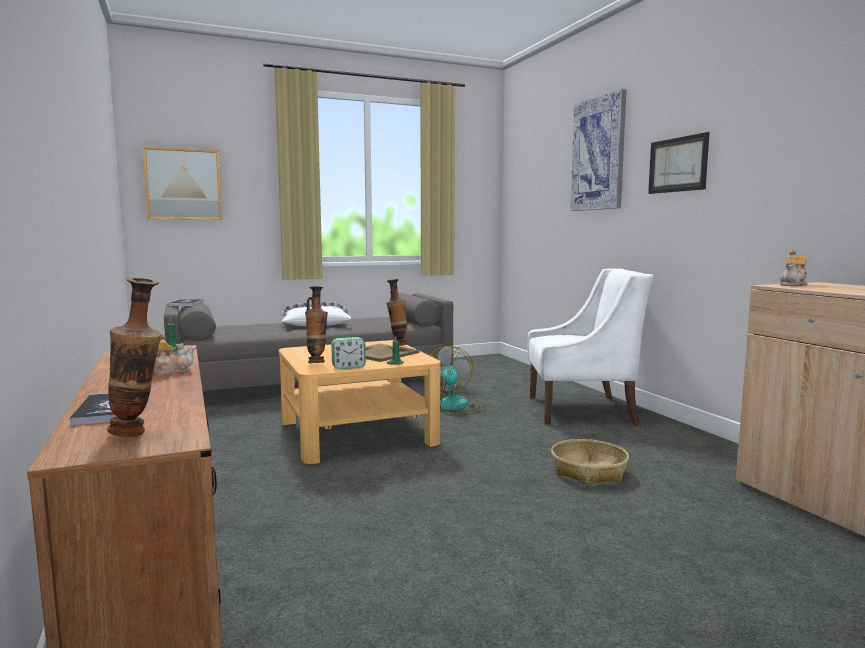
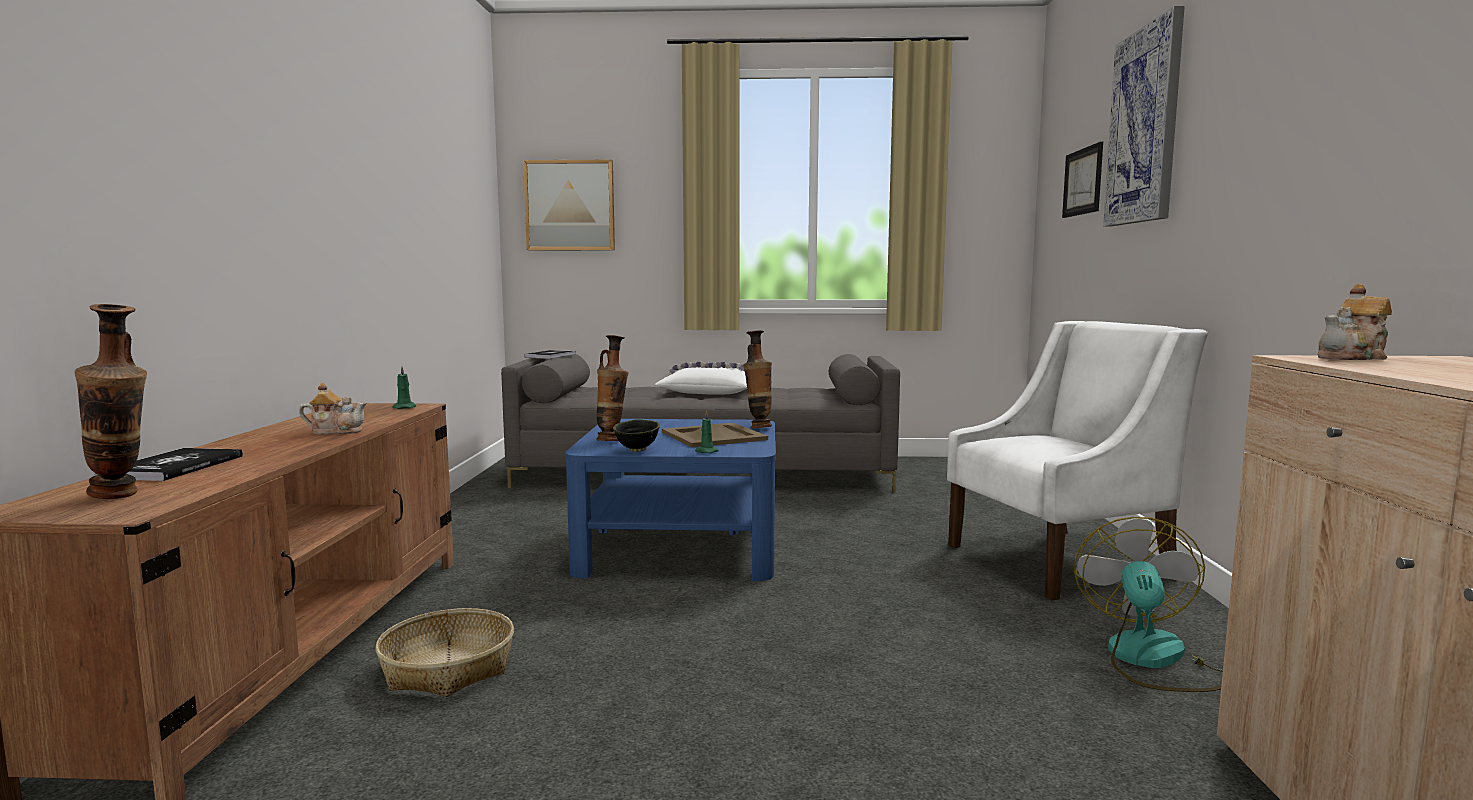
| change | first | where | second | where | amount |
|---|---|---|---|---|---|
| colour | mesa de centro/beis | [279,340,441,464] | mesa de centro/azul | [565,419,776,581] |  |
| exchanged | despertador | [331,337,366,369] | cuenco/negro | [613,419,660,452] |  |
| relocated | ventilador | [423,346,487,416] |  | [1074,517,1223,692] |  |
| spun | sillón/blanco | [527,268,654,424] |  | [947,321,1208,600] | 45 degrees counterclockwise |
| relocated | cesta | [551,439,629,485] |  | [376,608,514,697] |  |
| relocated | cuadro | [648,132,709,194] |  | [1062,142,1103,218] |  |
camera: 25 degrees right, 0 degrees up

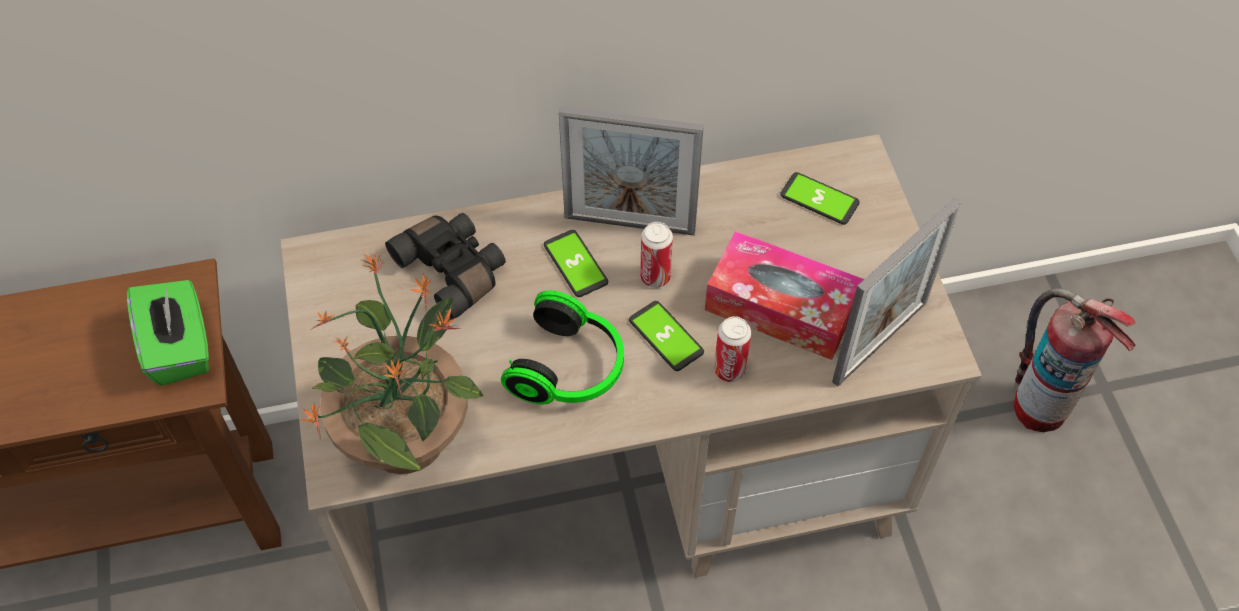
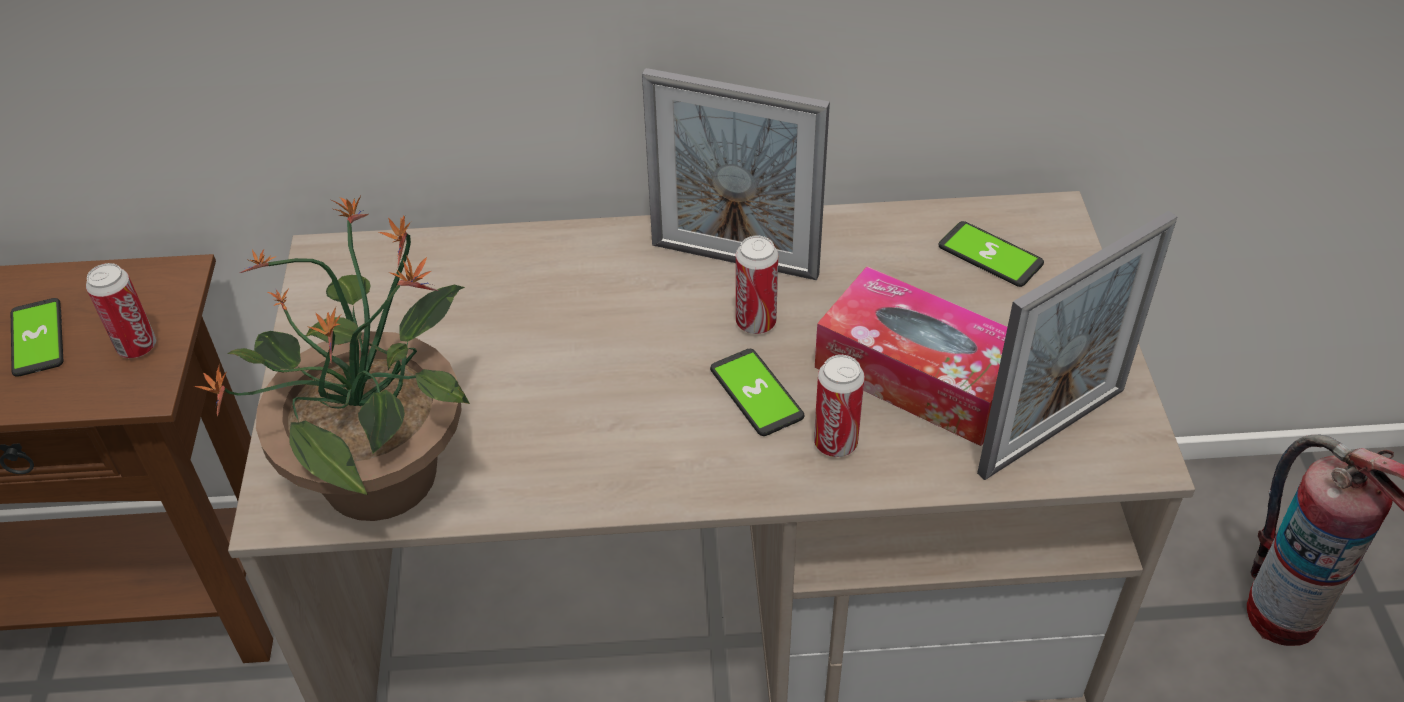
| change | first | where | second | where | amount |
|---|---|---|---|---|---|
| exchanged | caja de pañuelos/verde | [127,280,209,386] | lata | [86,263,156,358] |  |
| missing | prismáticos/negro | [385,213,506,320] |  |  |  |
| missing | auriculares | [501,291,624,404] |  |  |  |
| relocated | móvil | [544,230,608,297] |  | [11,298,63,377] |  |
camera: 10 degrees right, 10 degrees down

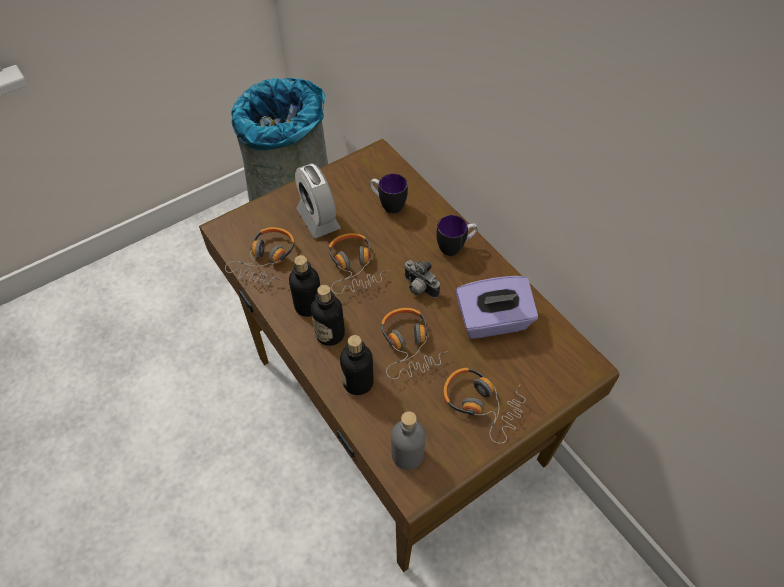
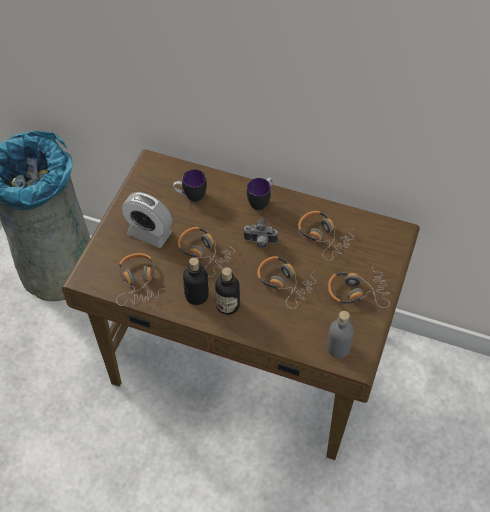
| change | first | where | second | where | amount |
|---|---|---|---|---|---|
| missing | botella | [340,335,374,395] |  |  |  |
| exchanged | caja de pañuelos/morado | [456,276,538,339] | auriculares | [298,211,354,261] |  |
camera: 35 degrees left, 0 degrees up

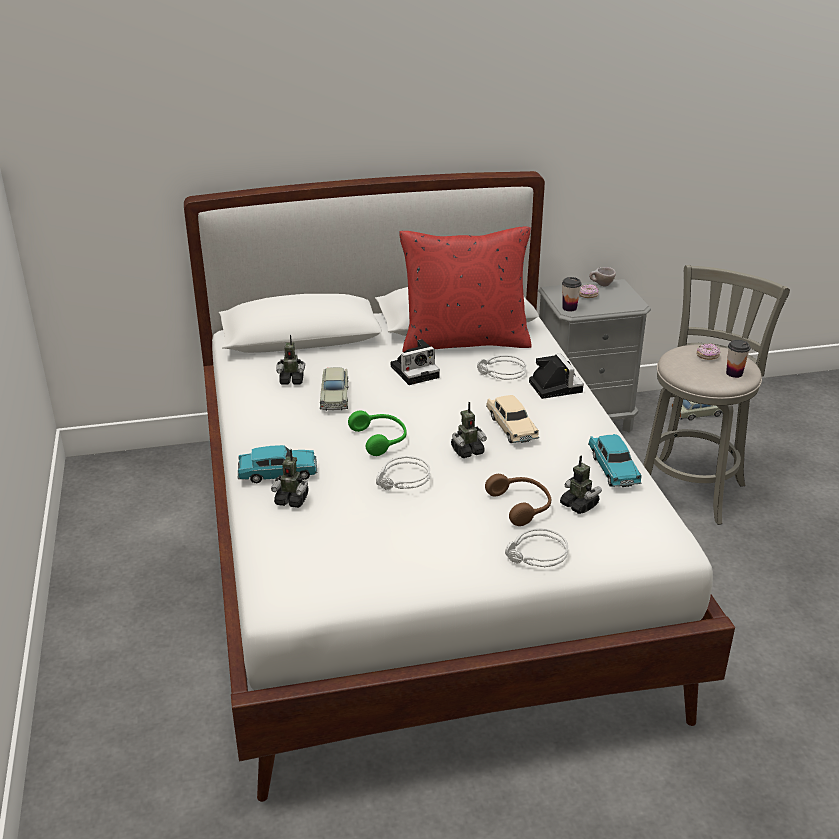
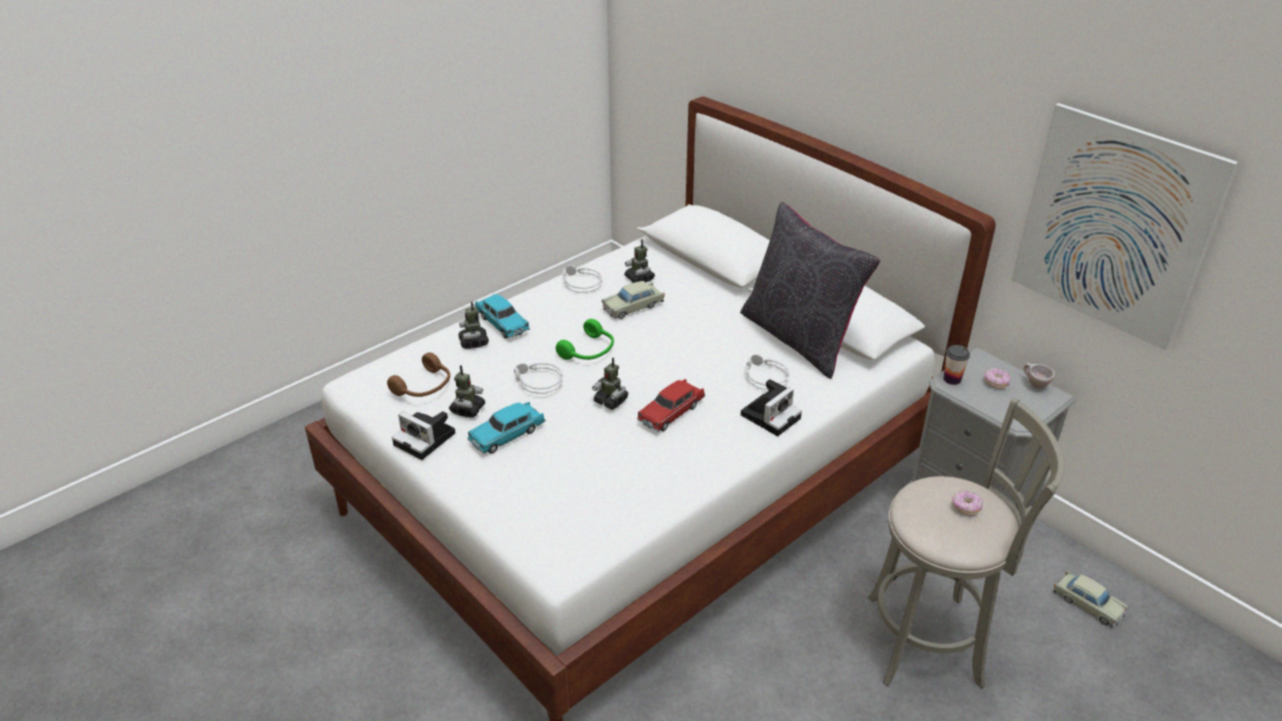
| change | first | where | second | where | amount |
|---|---|---|---|---|---|
| relocated | cámara | [391,339,440,385] |  | [392,411,455,460] |  |
| colour | cojín/rojo | [399,227,532,352] | cojín/negro | [740,202,880,379] |  |
| relocated | auriculares/marrón | [485,474,551,526] |  | [387,352,450,397] |  |
| colour | coche de juguete/beis | [486,395,539,443] | coche de juguete/rojo | [637,379,705,431] |  |
| relocated | auriculares/gris | [505,528,568,567] |  | [562,265,602,293] |  |
| relocated | robot de juguete | [560,455,602,514] |  | [449,365,485,417] |  |
| relocated | coche de juguete/turquesa | [588,434,642,487] |  | [467,402,546,454] |  |
| missing | taza | [726,340,750,378] |  |  |  |
| appeared |  |  | cuadro | [1011,103,1238,350] |  |
camera: 60 degrees right, 5 degrees up

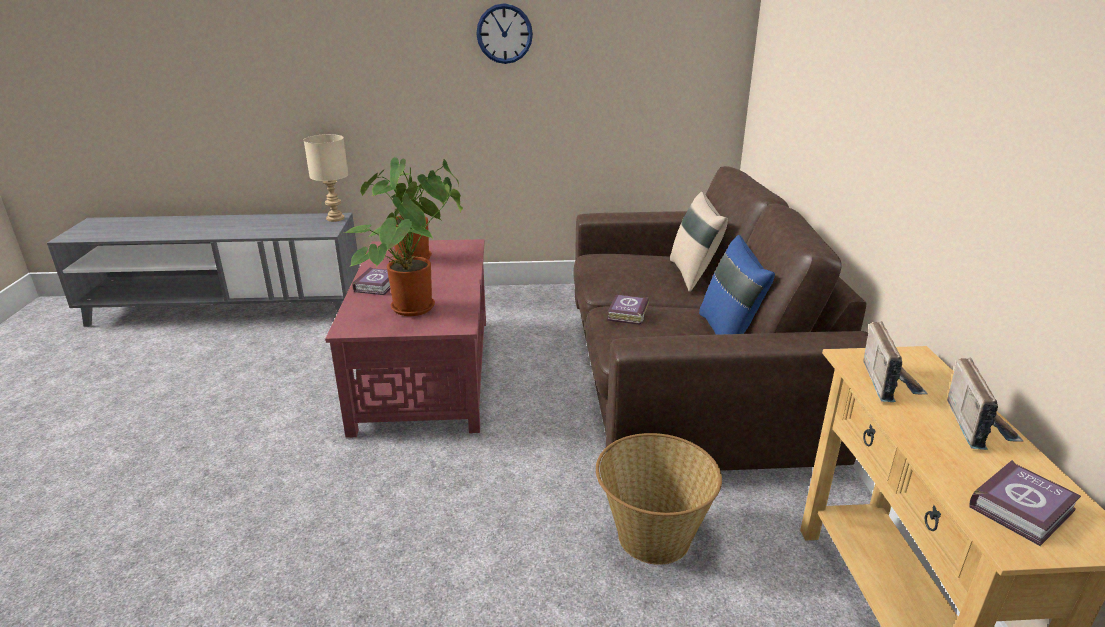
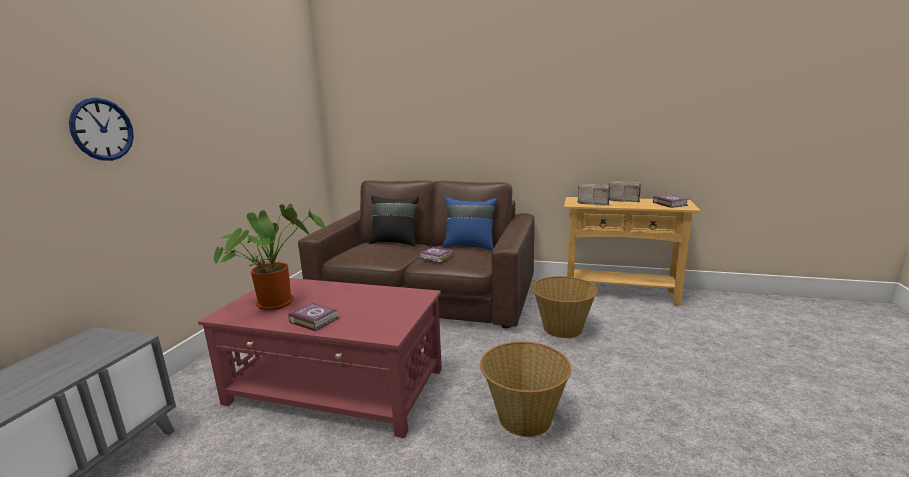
| change | first | where | second | where | amount |
|---|---|---|---|---|---|
| missing | lámpara de mesa/beis | [304,134,349,222] |  |  |  |
| missing | planta en maceta | [343,181,463,316] |  |  |  |
| relocated | reloj de pared | [476,3,533,64] |  | [69,98,134,161] |  |
| colour | cojín/beis | [670,192,728,292] | cojín/negro | [369,196,419,246] |  |
| appeared |  |  | cesta | [480,341,571,437] |  |
camera: 70 degrees left, 10 degrees down

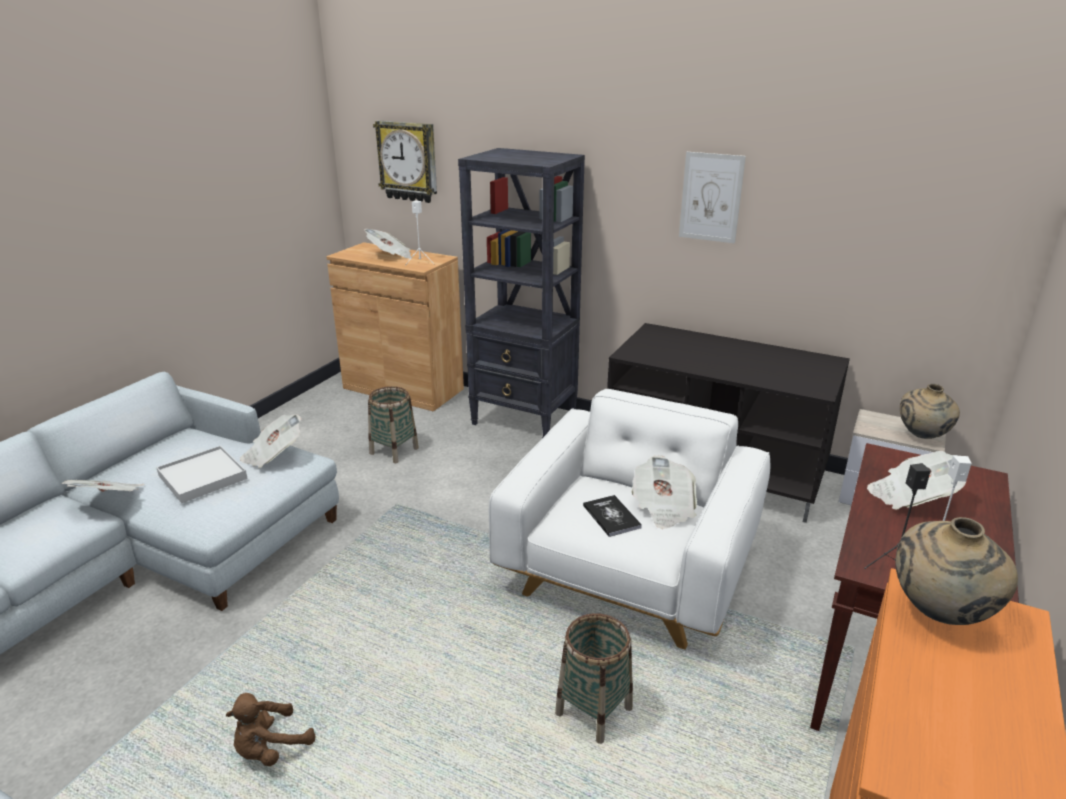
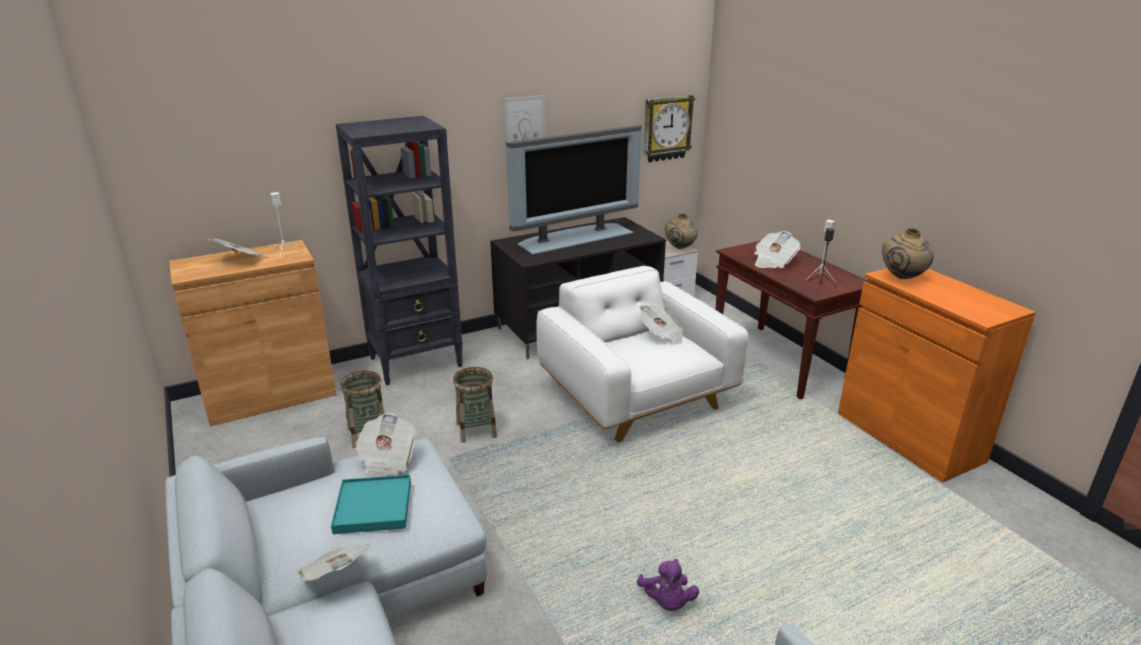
| change | first | where | second | where | amount |
|---|---|---|---|---|---|
| colour | bandeja/blanco | [156,446,248,503] | bandeja/turquesa | [331,475,411,534] |  |
| colour | peluche/marrón | [226,693,316,766] | peluche/morado | [637,559,699,611] |  |
| relocated | reloj de pared | [373,121,437,203] |  | [643,95,695,162] |  |
| relocated | cesta | [555,613,633,744] |  | [453,367,497,443] |  |
| missing | libro | [583,495,642,537] |  |  |  |
| appeared |  |  | televisor | [506,125,642,255] |  |
camera: 55 degrees left, 0 degrees up

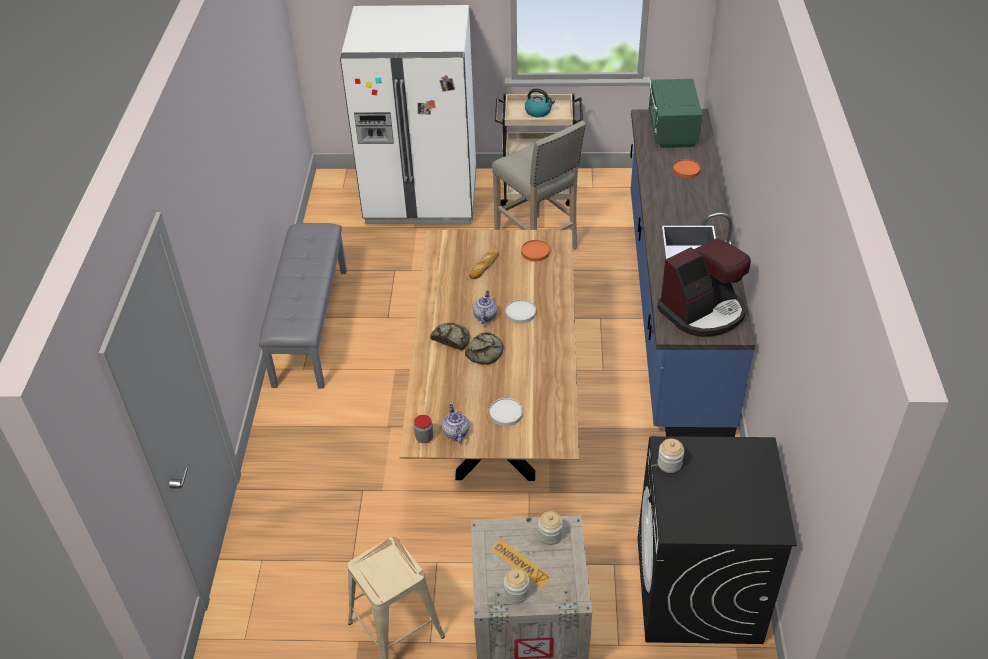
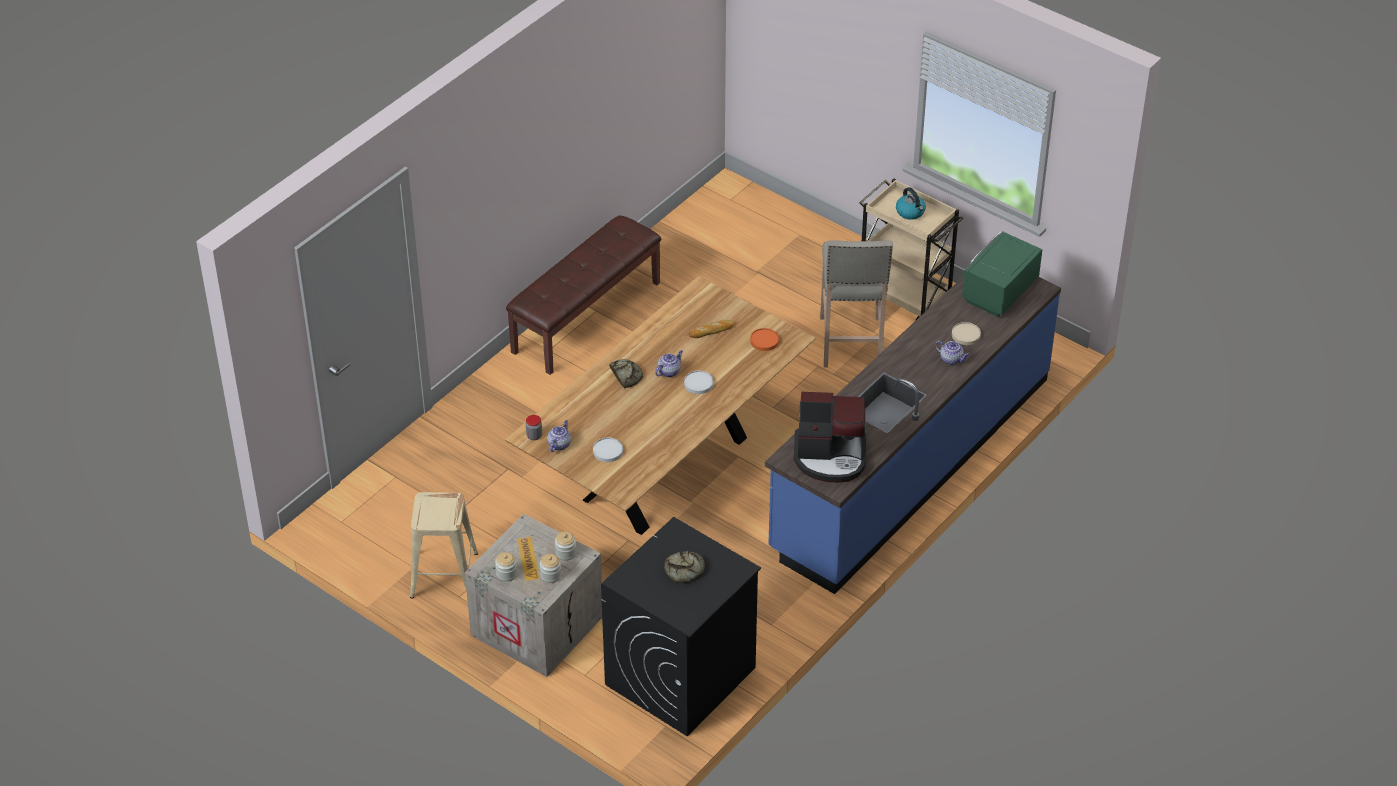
| change | first | where | second | where | amount |
|---|---|---|---|---|---|
| colour | banco/gris | [259,223,347,389] | banco/marrón | [506,215,661,375] |  |
| missing | nevera/blanco | [340,5,476,224] |  |  |  |
| relocated | pan | [465,332,504,365] |  | [664,551,705,583] |  |
| relocated | tarro | [658,439,684,473] |  | [540,554,561,583] |  |
| colour | plato/naranja | [673,159,701,178] | plato/beis | [952,322,981,345] |  |
| appeared |  |  | tetera | [935,341,970,365] |  |
camera: 35 degrees right, 0 degrees up

